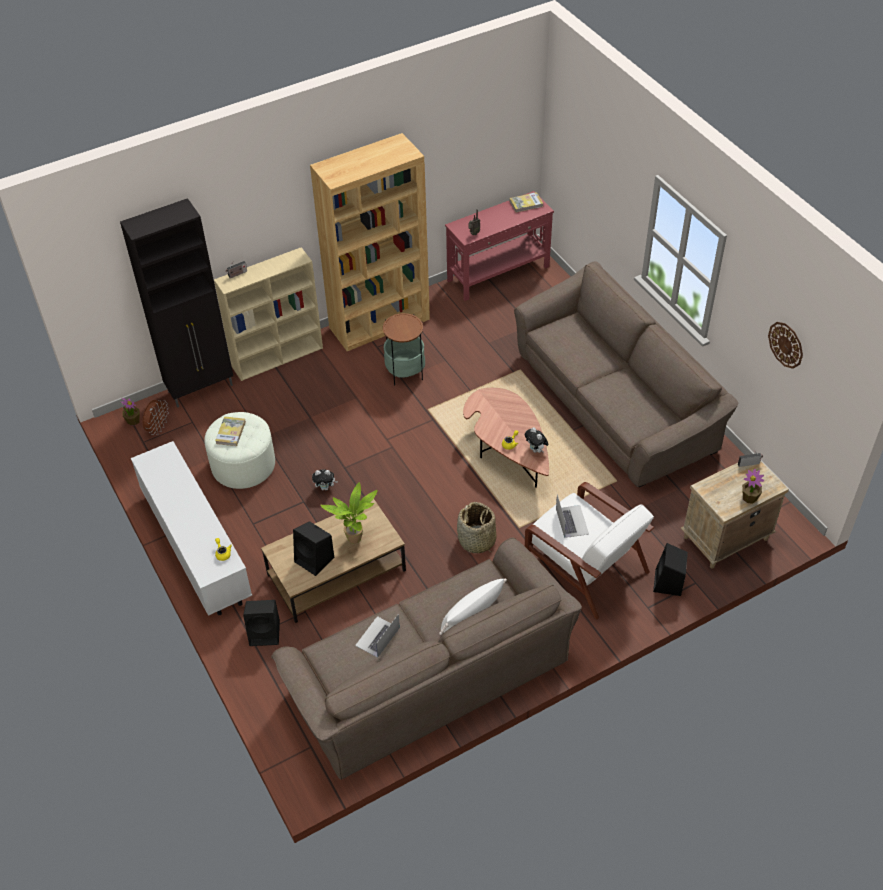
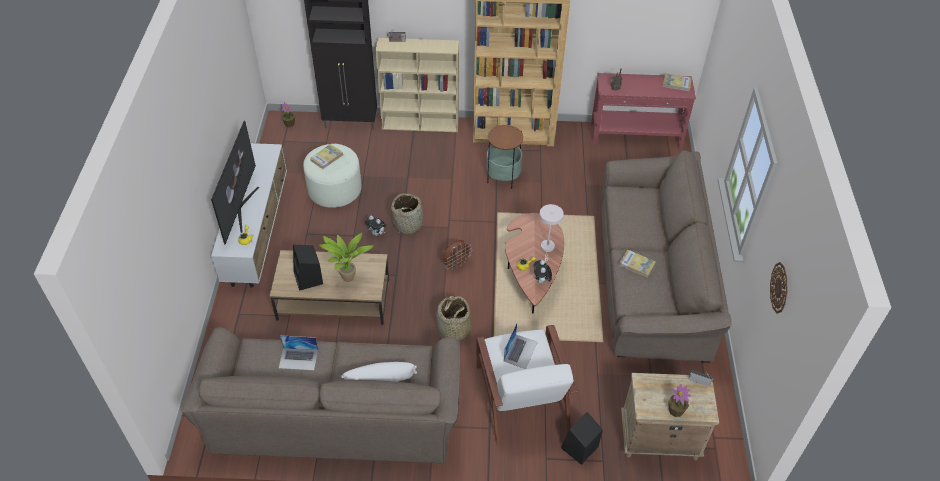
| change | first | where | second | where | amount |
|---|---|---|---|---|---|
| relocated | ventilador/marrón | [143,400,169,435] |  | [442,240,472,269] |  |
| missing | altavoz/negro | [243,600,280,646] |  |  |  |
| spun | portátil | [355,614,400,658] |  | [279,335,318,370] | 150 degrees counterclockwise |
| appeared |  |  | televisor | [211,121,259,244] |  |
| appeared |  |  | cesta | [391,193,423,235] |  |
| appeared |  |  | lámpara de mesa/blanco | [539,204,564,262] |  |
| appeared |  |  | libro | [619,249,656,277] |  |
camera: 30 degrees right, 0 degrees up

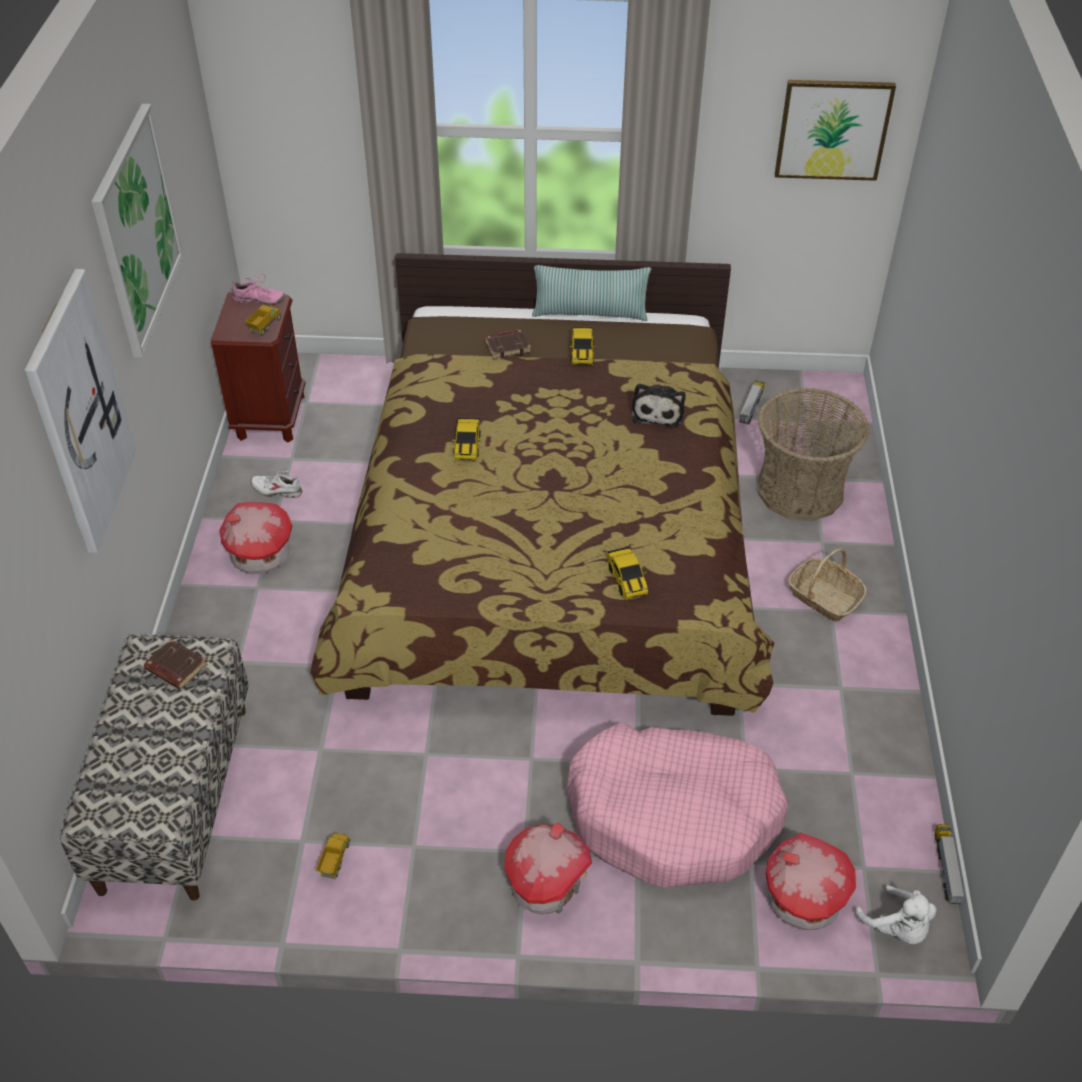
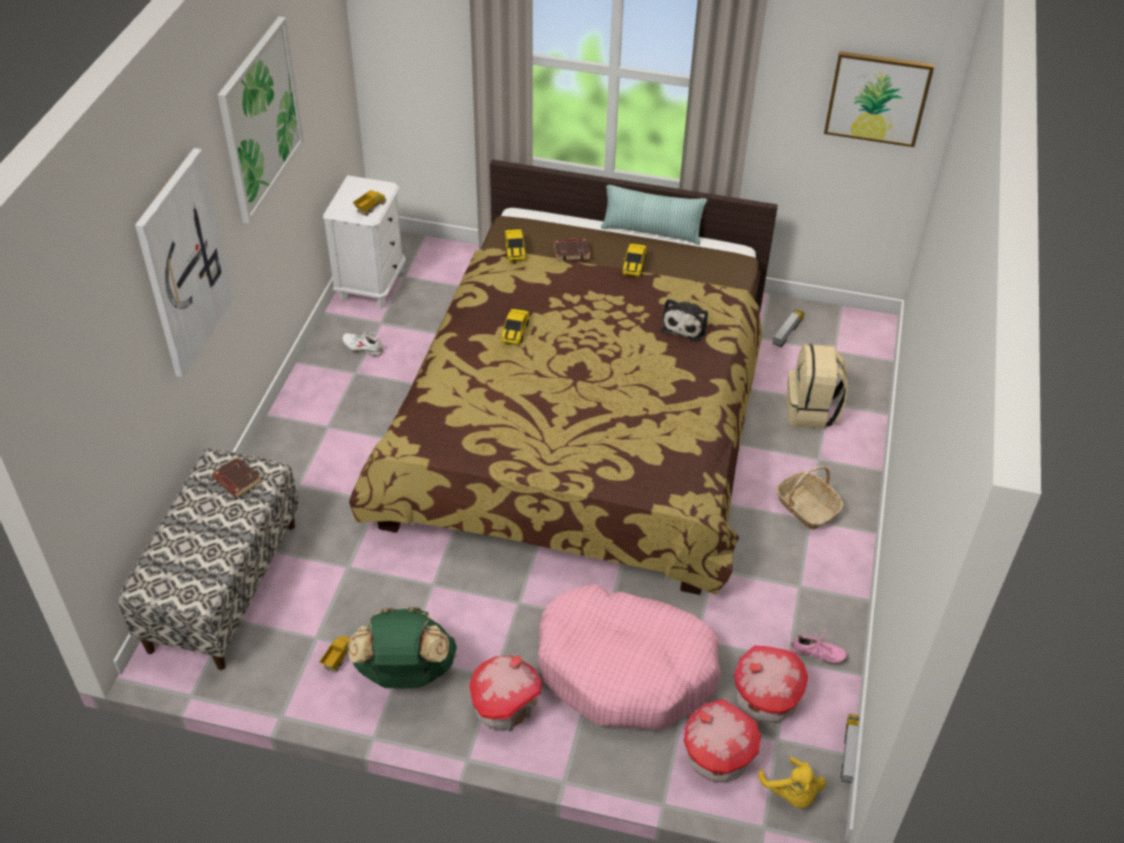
| change | first | where | second | where | amount |
|---|---|---|---|---|---|
| colour | mesita de noche/marrón | [211,292,306,443] | mesita de noche/blanco | [323,175,406,308] |  |
| relocated | casita | [220,502,292,574] |  | [734,645,808,723] |  |
| relocated | zapato/rosa | [232,274,285,305] |  | [791,629,847,664] |  |
| relocated | coche de juguete | [607,546,648,599] |  | [504,228,527,262] |  |
| exchanged | cesta | [758,388,869,521] | mochila/beis | [786,344,848,429] |  |
| colour | peluche/blanco | [855,885,936,944] | peluche/amarillo | [758,757,826,808] |  |
| appeared |  |  | mochila/verde | [348,607,457,689] |  |
camera: 10 degrees right, 0 degrees up

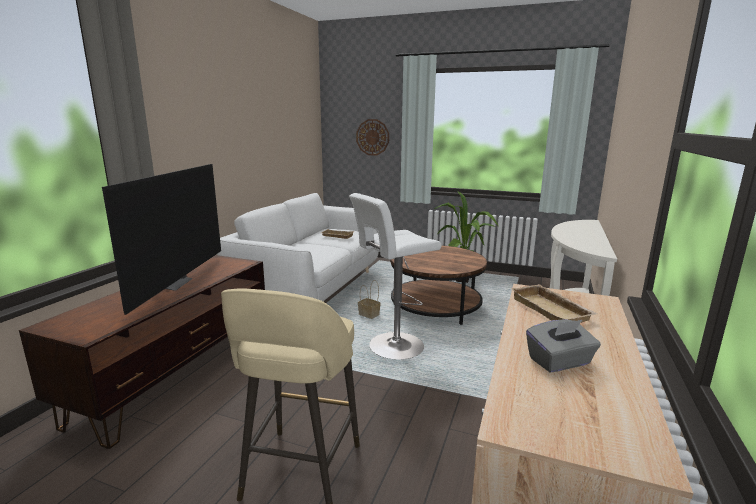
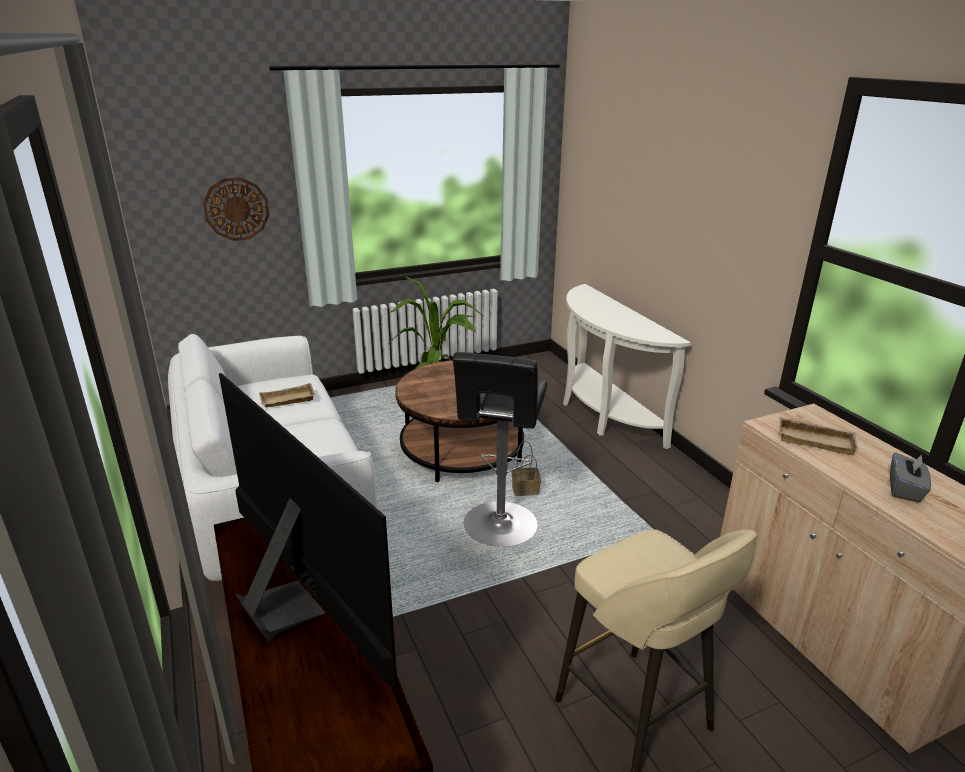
| change | first | where | second | where | amount |
|---|---|---|---|---|---|
| colour | taburete/blanco | [349,193,441,360] | taburete/negro | [453,352,548,547] |  |
| relocated | cesta | [358,280,380,319] |  | [512,441,541,496] |  |
camera: 45 degrees left, 10 degrees up

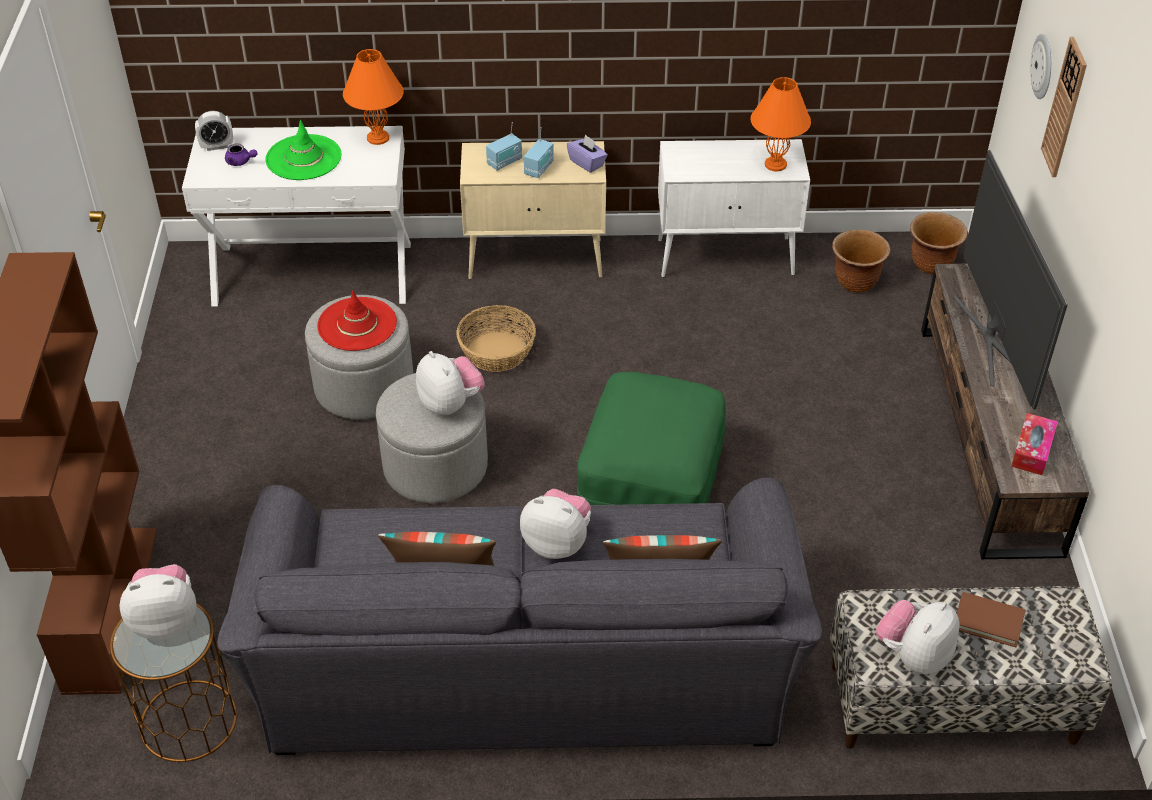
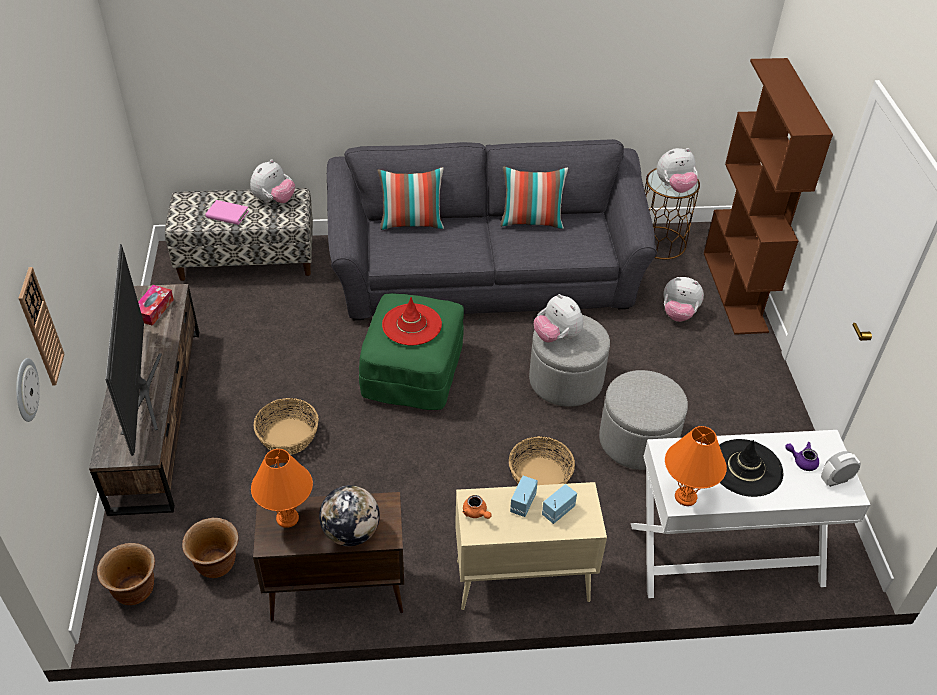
| change | first | where | second | where | amount |
|---|---|---|---|---|---|
| colour | sombrero/verde | [265,120,342,180] | sombrero/negro | [719,439,783,497] |  |
| relocated | sombrero/rojo | [317,290,397,351] |  | [382,297,442,345] |  |
| relocated | peluche | [520,489,591,559] |  | [663,277,704,322] |  |
| exchanged | caja de pañuelos/morado | [567,134,608,173] | tetera/naranja | [462,495,491,519] |  |
| colour | armario/blanco | [658,139,810,277] | armario/marrón | [253,492,404,621] |  |
| colour | libro/marrón | [957,592,1025,647] | libro/rosa | [206,200,249,225] |  |
| appeared |  |  | cesta | [253,398,319,455] |  |
| appeared |  |  | globo terráqueo | [319,485,380,546] |  |
camera: 175 degrees right, 0 degrees up

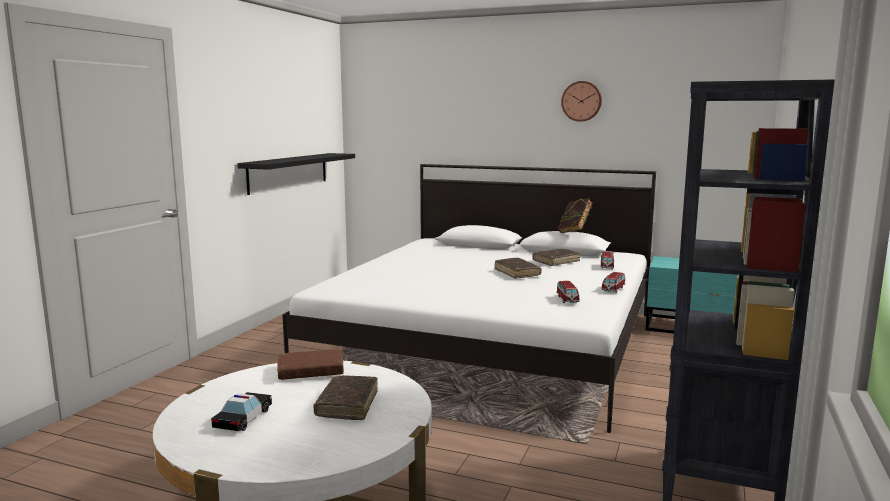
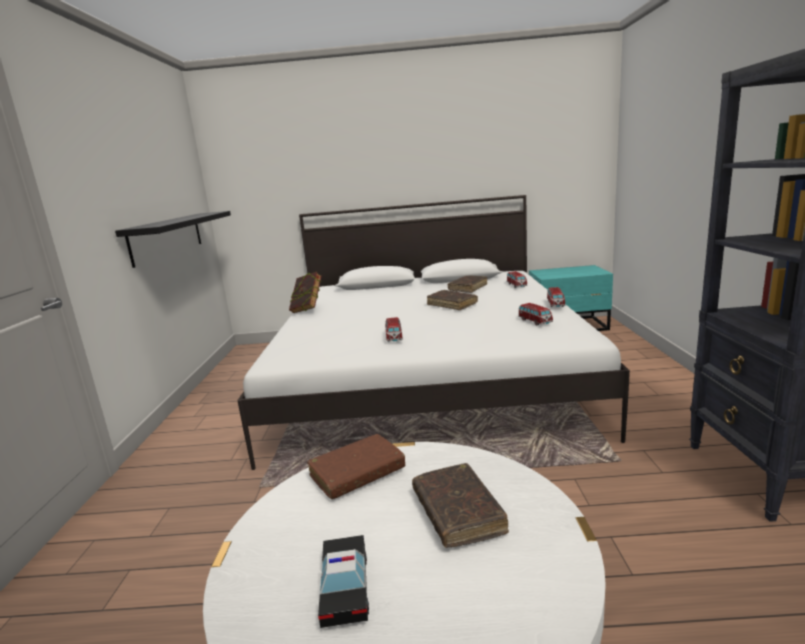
| change | first | where | second | where | amount |
|---|---|---|---|---|---|
| relocated | libro | [558,198,593,233] |  | [289,272,322,313] |  |
| missing | reloj de pared | [561,81,602,122] |  |  |  |
| appeared |  |  | coche de juguete | [385,317,403,341] |  |
camera: 20 degrees left, 5 degrees up

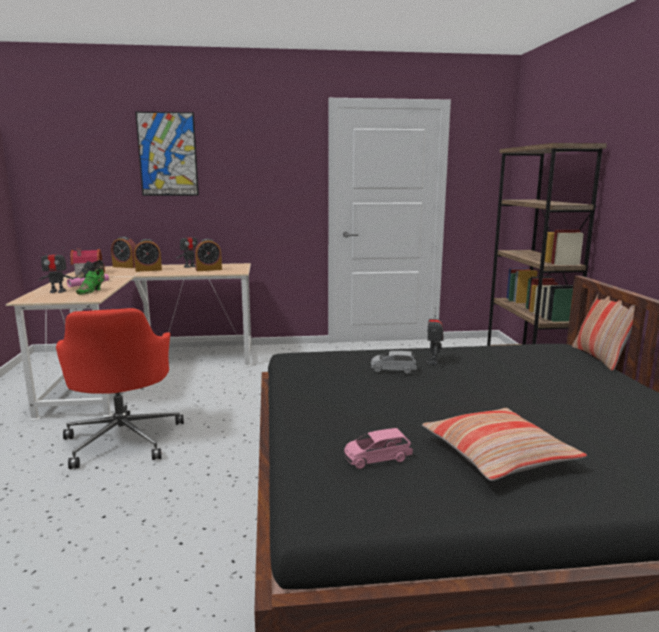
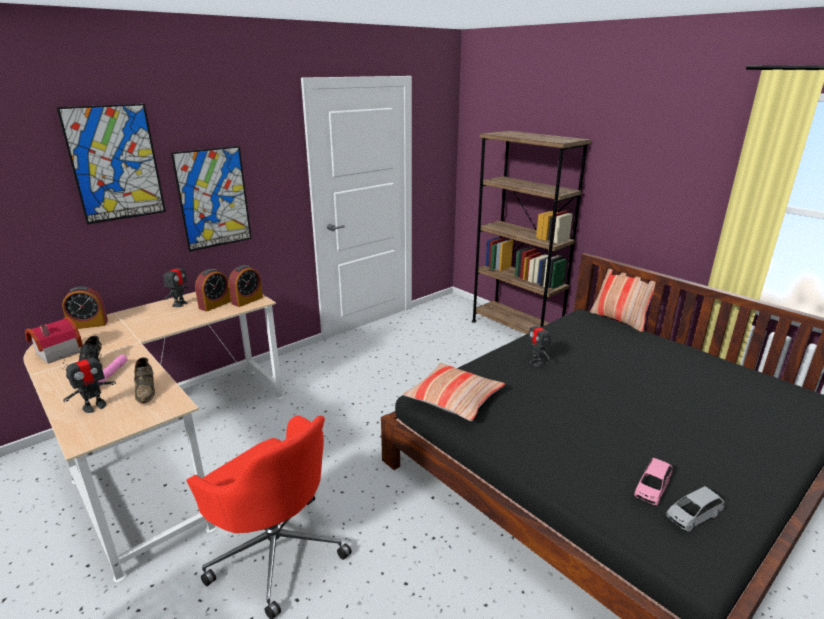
| change | first | where | second | where | amount |
|---|---|---|---|---|---|
| colour | zapato/verde | [76,269,105,295] | zapato/marrón | [134,357,155,404] |  |
| relocated | despertador | [134,239,162,272] |  | [229,265,263,307] |  |
| relocated | coche de juguete/gris | [371,351,417,374] |  | [666,486,724,532] |  |
| relocated | cojín | [422,408,587,481] |  | [403,363,505,421] |  |
| appeared |  |  | cuadro | [171,146,252,252] |  |
camera: 35 degrees left, 10 degrees up

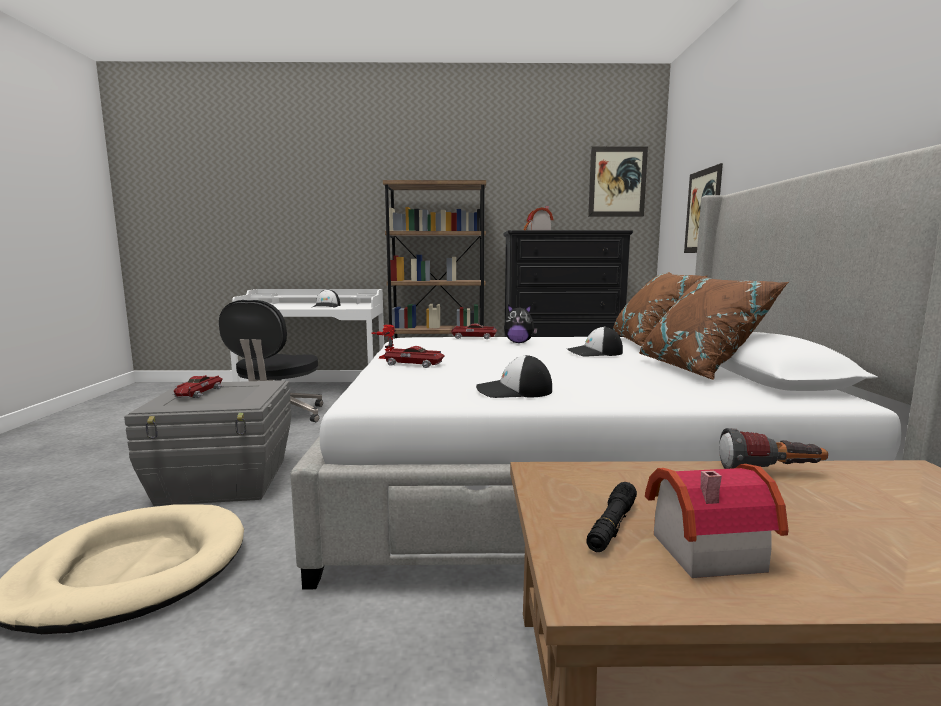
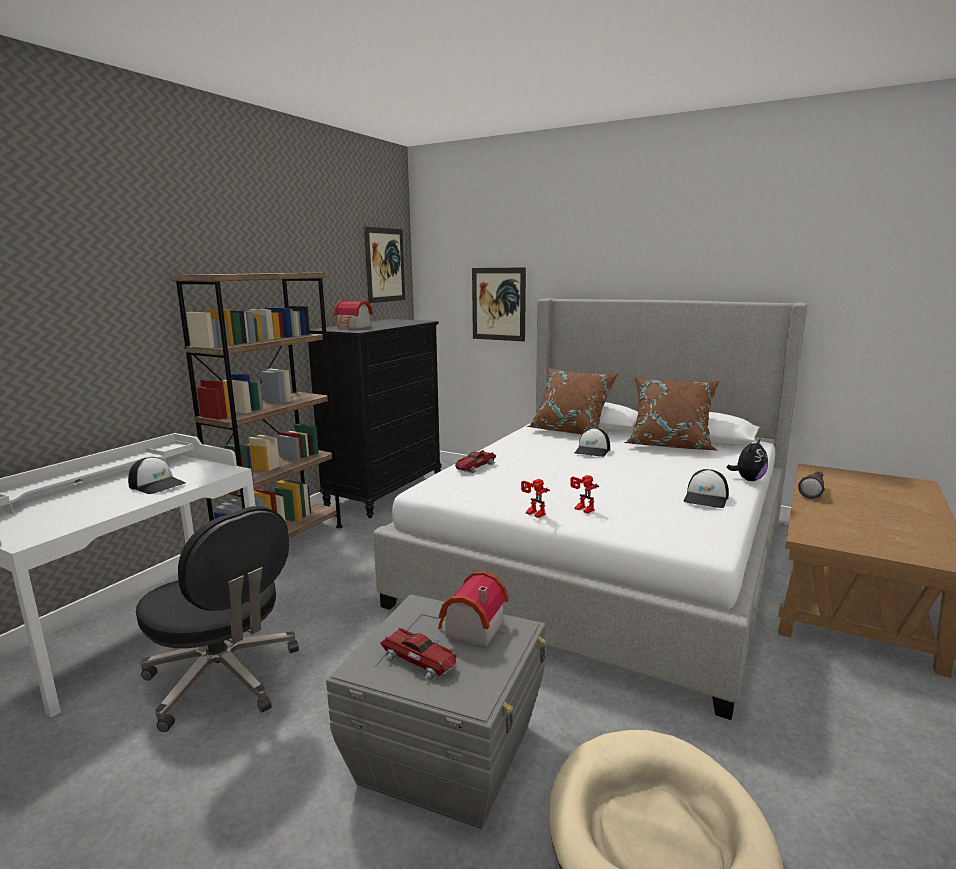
| change | first | where | second | where | amount |
|---|---|---|---|---|---|
| exchanged | coche de juguete | [384,346,445,368] | robot de juguete | [570,475,599,514] |  |
| relocated | peluche | [504,305,538,343] |  | [726,438,768,481] |  |
| missing | linterna/negro | [587,482,637,552] |  |  |  |
| relocated | casita | [645,464,789,578] |  | [438,571,509,647] |  |
camera: 60 degrees left, 5 degrees up

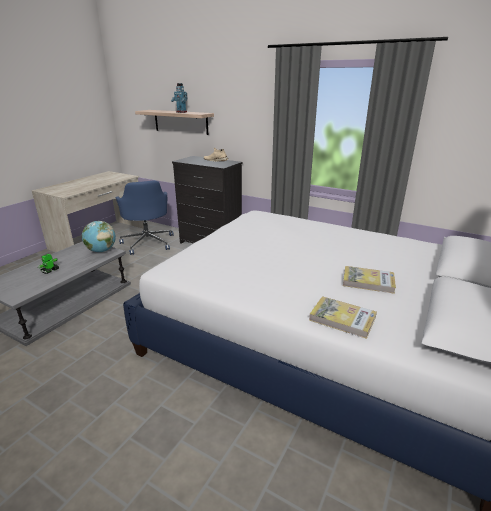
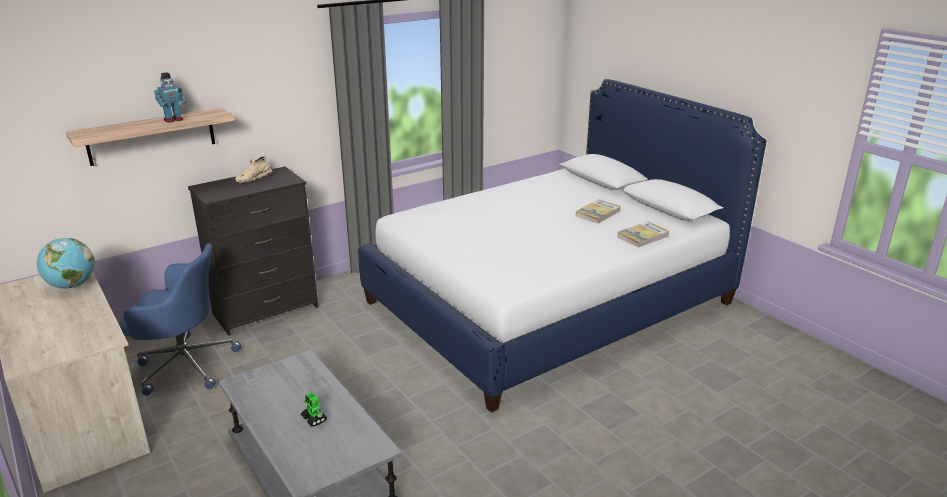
| change | first | where | second | where | amount |
|---|---|---|---|---|---|
| relocated | globo terráqueo | [82,221,116,252] |  | [37,238,95,289] |  |
camera: 65 degrees left, 0 degrees up

